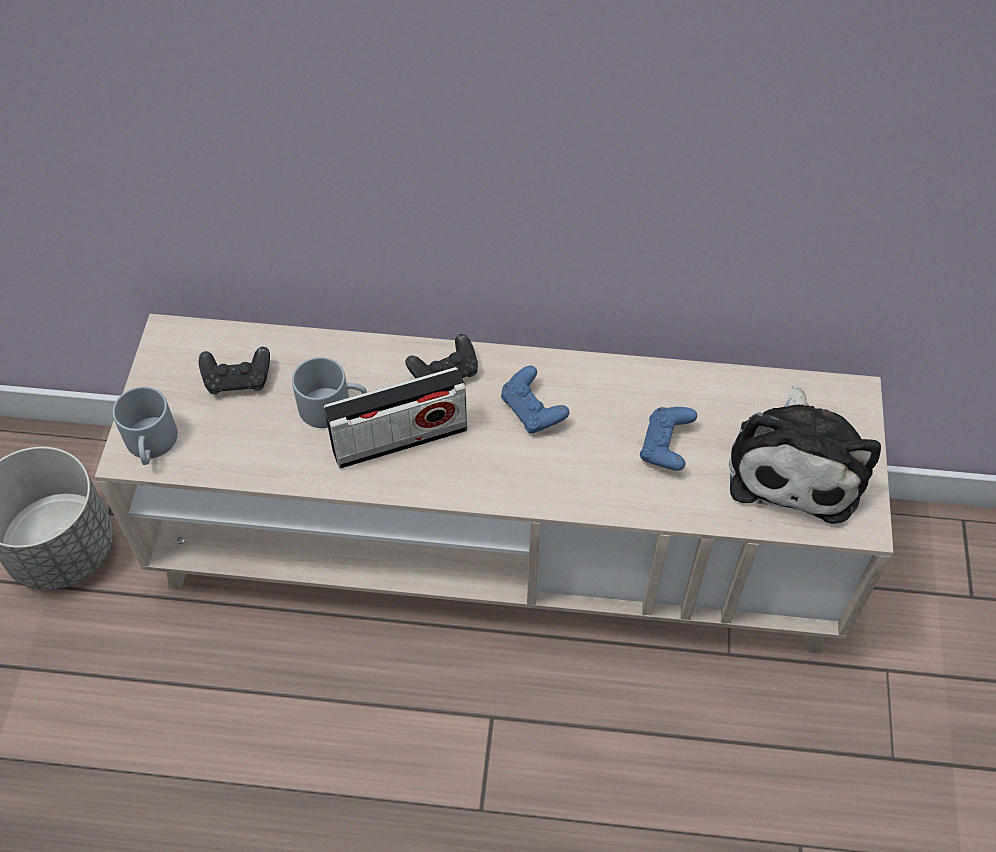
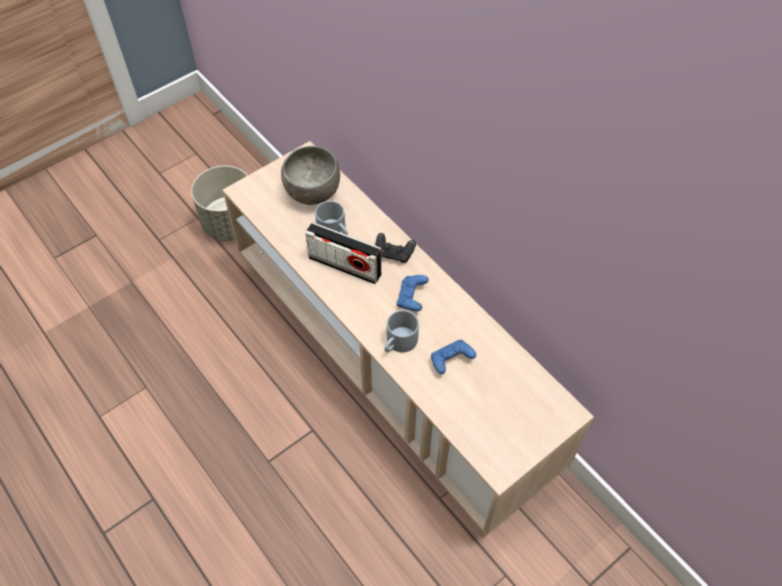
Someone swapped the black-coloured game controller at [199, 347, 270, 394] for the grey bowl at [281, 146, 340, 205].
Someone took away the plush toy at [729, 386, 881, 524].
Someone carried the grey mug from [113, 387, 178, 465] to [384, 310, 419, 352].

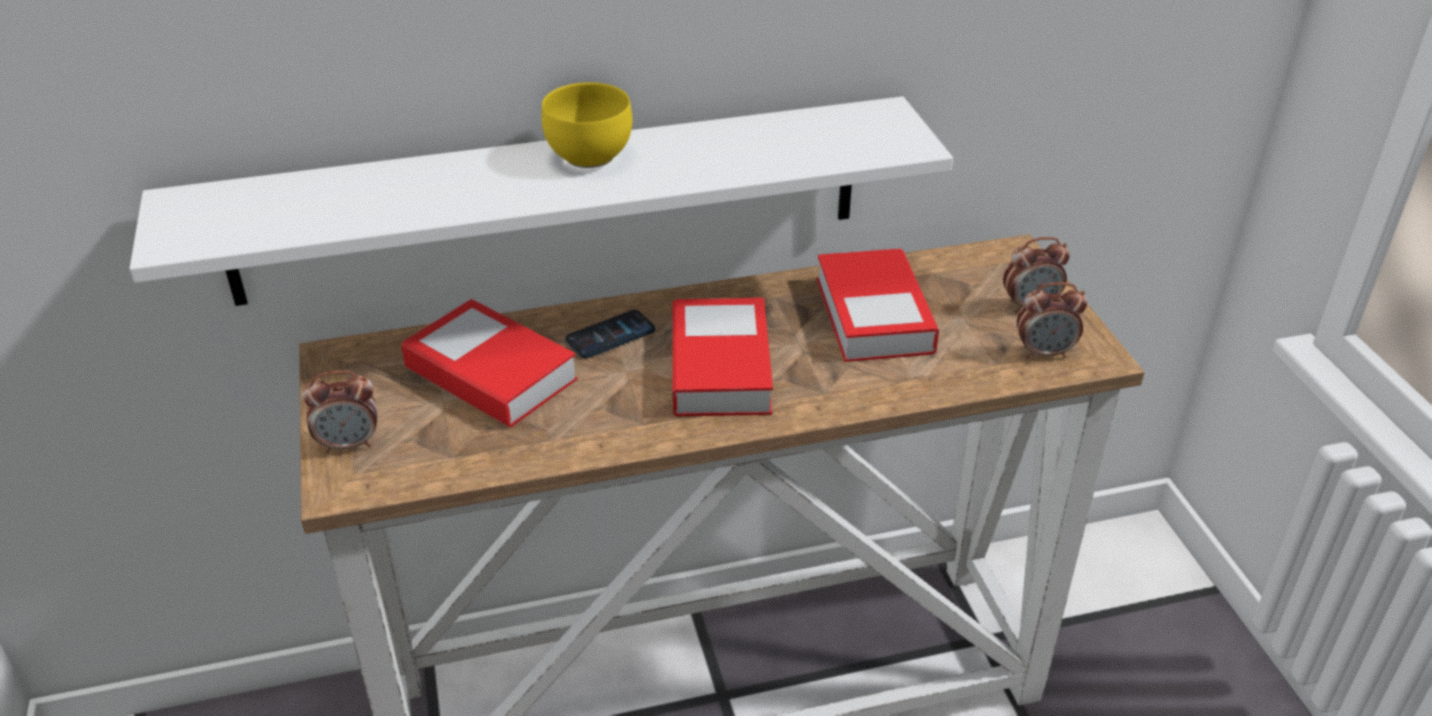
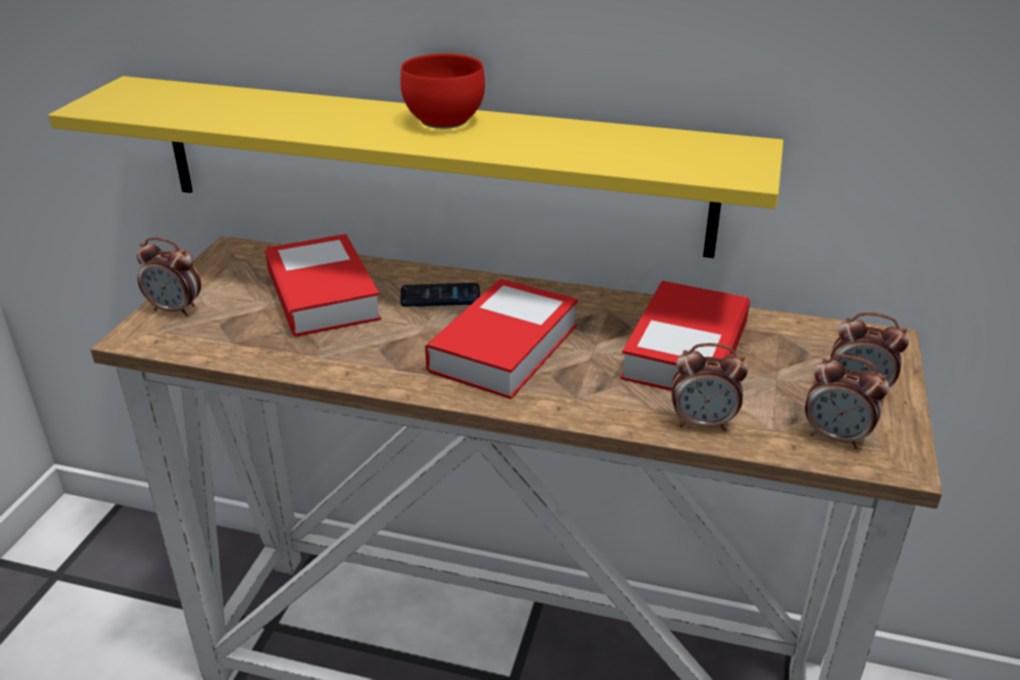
Someone repainted the yellow bowl at [542, 82, 632, 168], which became the reddish bowl at [400, 53, 485, 129].
Someone repainted the whitish shelf at [130, 96, 953, 306], which became the yellow shelf at [48, 76, 784, 258].
Someone put down the alarm clock at [671, 343, 748, 431].

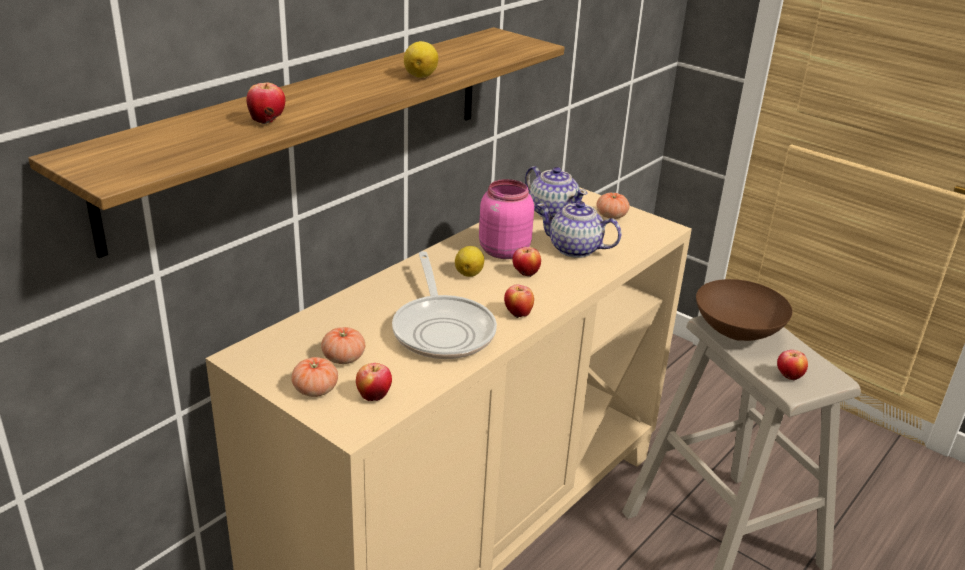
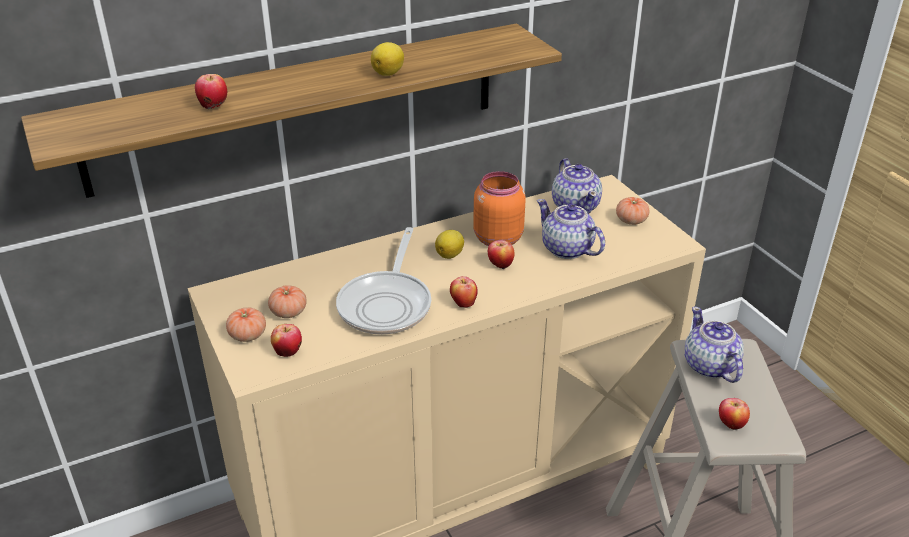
Someone repainted the pinkish jar at [479, 179, 534, 259], which became the orangey jar at [473, 171, 525, 246].
Someone swapped the brown-coloured bowl at [696, 279, 792, 341] for the pot for tea at [685, 307, 744, 383].

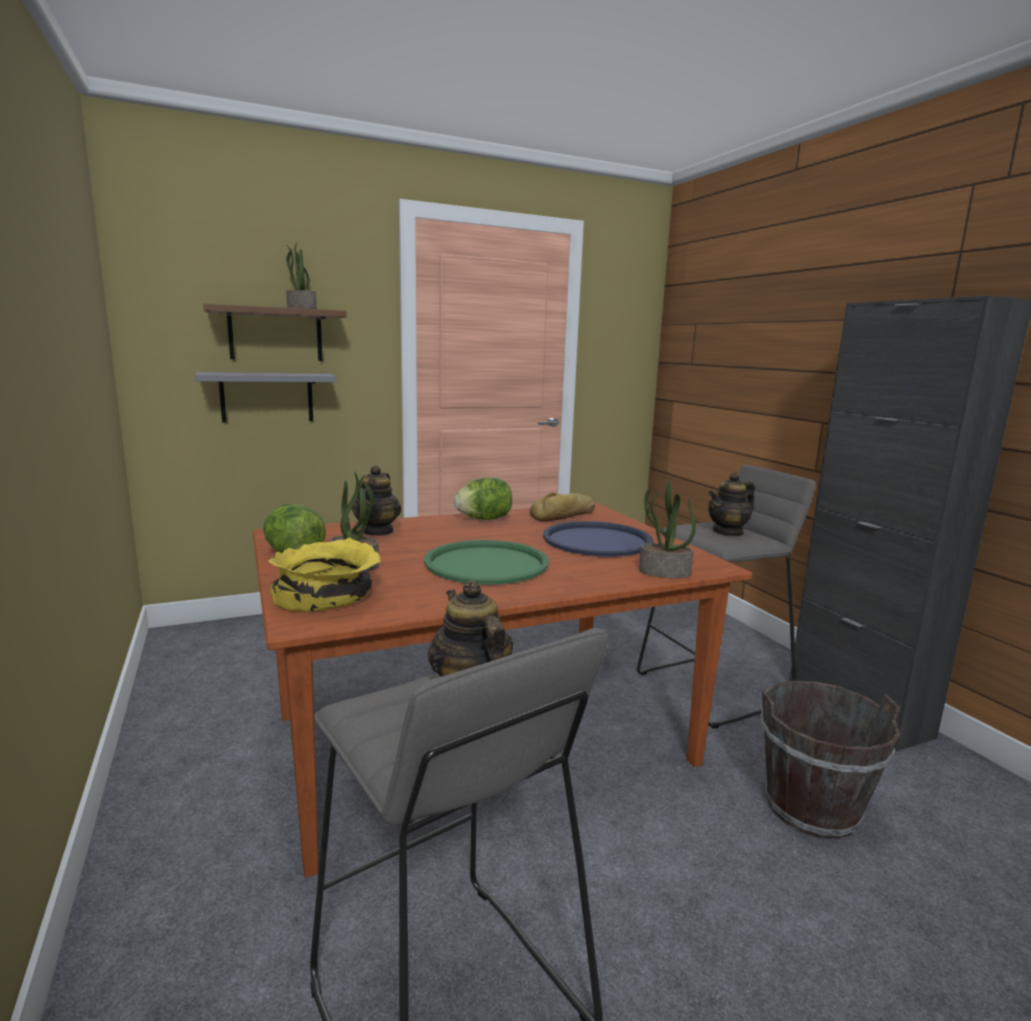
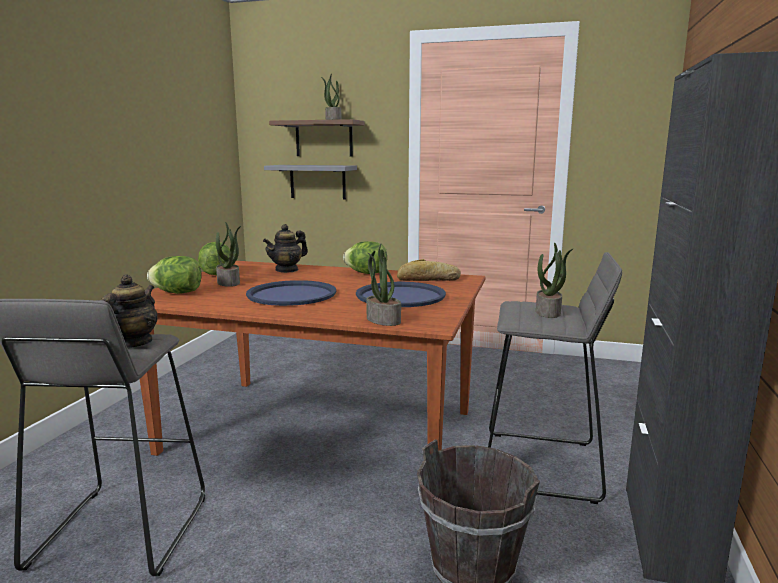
Someone swapped the pot for tea at [708, 472, 755, 537] for the potted plant at [536, 243, 574, 318].
Someone swapped the yellow bowl at [268, 537, 381, 612] for the lettuce head at [147, 256, 201, 294].
Someone repainted the greenish serving tray at [424, 540, 549, 585], which became the bluish serving tray at [246, 280, 336, 306].

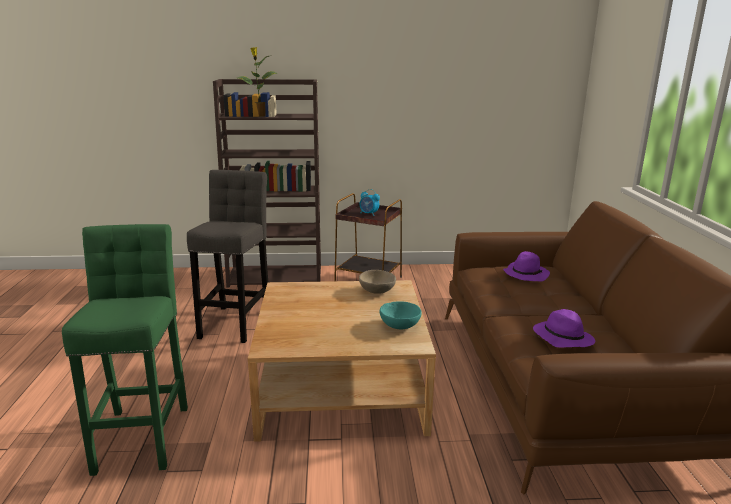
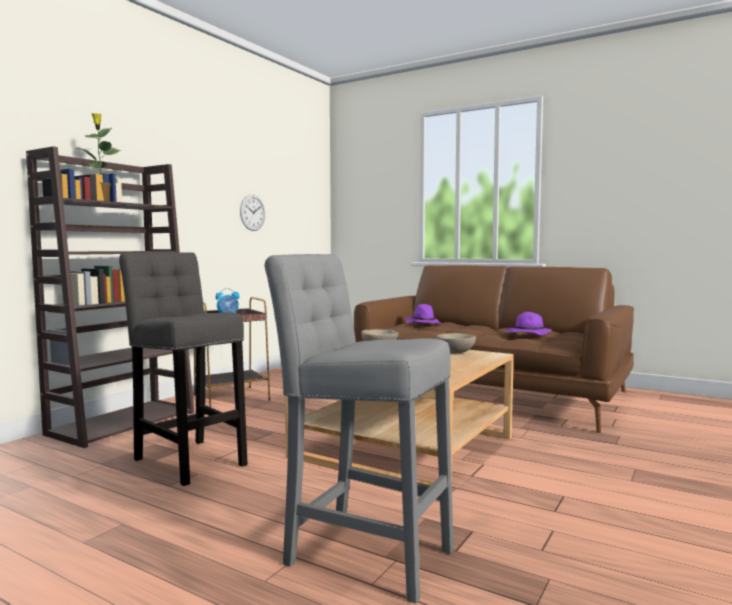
Someone repainted the greenish stool seat at [62, 224, 188, 476], which became the grey stool seat at [265, 254, 453, 603].
Someone repainted the turquoise-coloured bowl at [380, 301, 422, 329], which became the beige bowl at [436, 333, 476, 353].
Someone put up the wall clock at [240, 195, 265, 231].

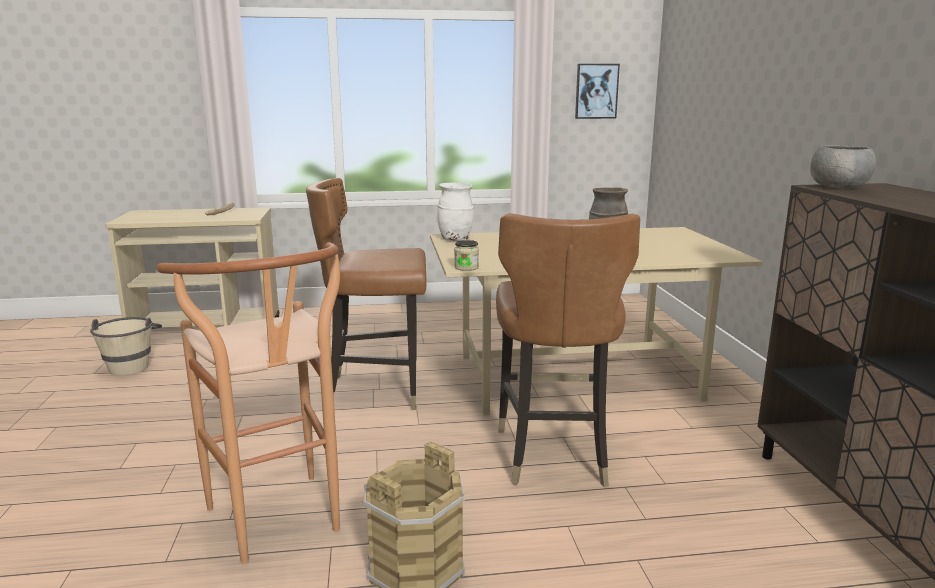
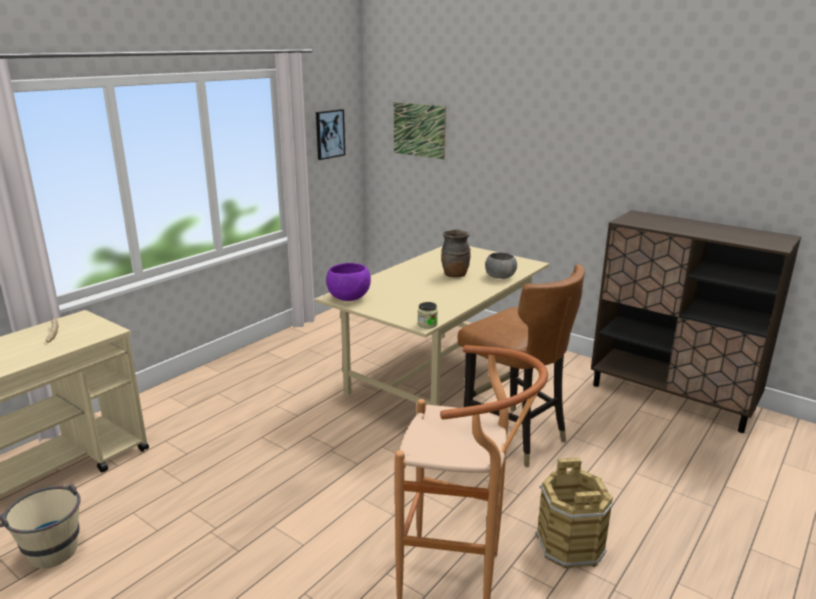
Someone carried the grey bowl from [810, 145, 876, 189] to [485, 252, 517, 279].
Someone took away the brown-coloured plain chair at [306, 178, 426, 410].
Someone swapped the whitish vase at [437, 183, 474, 240] for the purple bowl at [326, 263, 371, 301].
Someone put up the wall art at [394, 102, 446, 159].

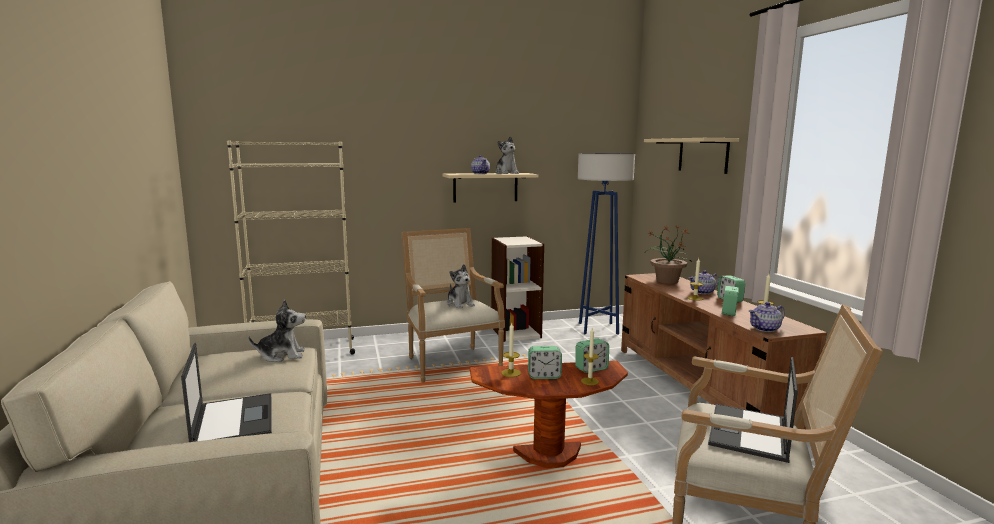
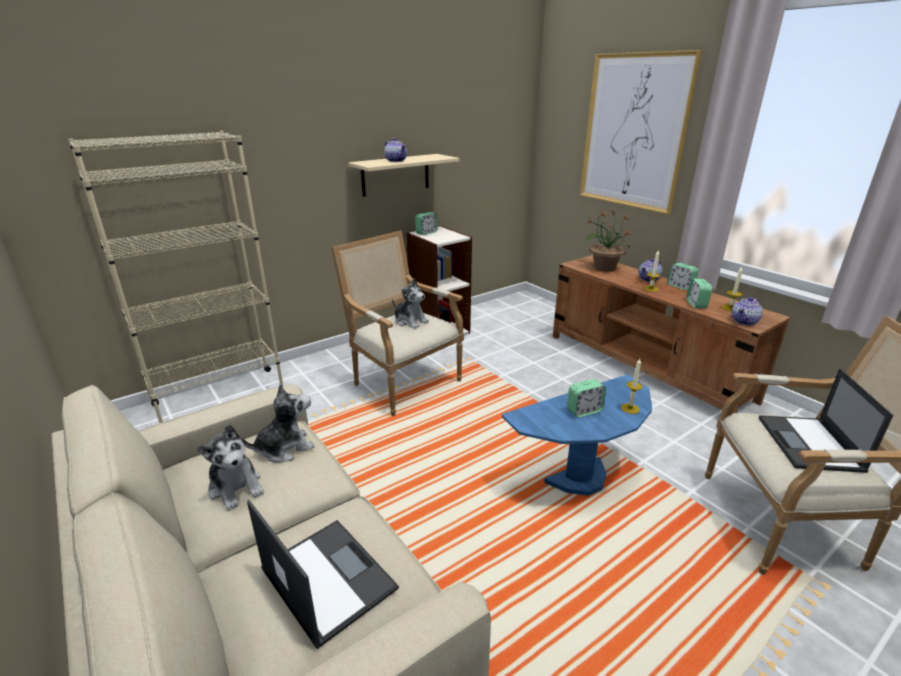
Someone carried the plush toy from [495, 136, 519, 174] to [197, 424, 264, 511].
Someone swapped the beige shelf at [644, 138, 739, 174] for the wall art at [580, 50, 702, 214].
Someone took away the bluish floor lamp at [578, 153, 635, 335].
Someone took away the wax candle at [501, 323, 521, 377].
Someone carried the alarm clock from [575, 338, 609, 373] to [415, 212, 437, 235].
Someone repainted the brown-coloured side table at [470, 361, 628, 468], which became the bluish side table at [502, 374, 652, 496].

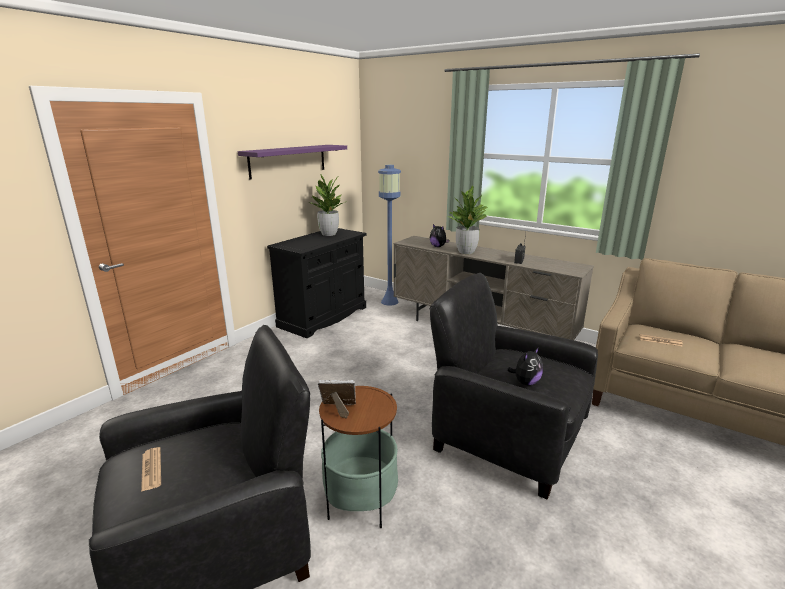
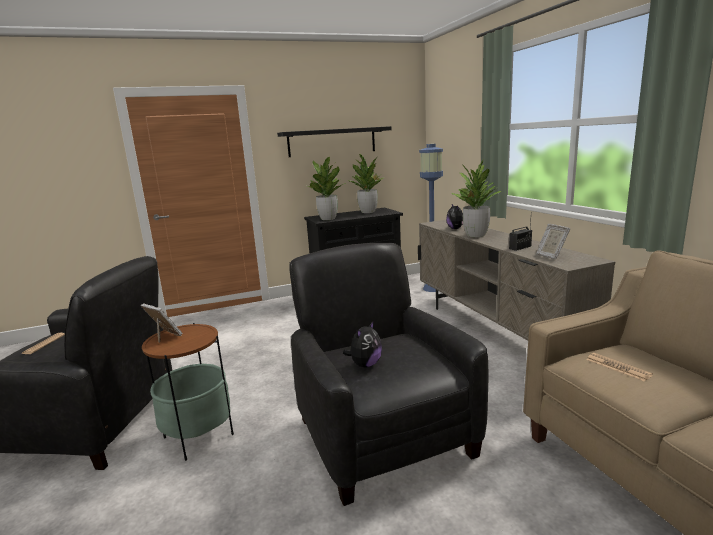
Someone repainted the purple shelf at [238, 145, 347, 179], which became the black-coloured shelf at [277, 126, 392, 157].
Someone rotated the plush toy at [507, 347, 543, 385] by 45 degrees counterclockwise.
Someone put down the potted plant at [307, 157, 343, 220].
Someone put down the picture frame at [536, 224, 571, 259].

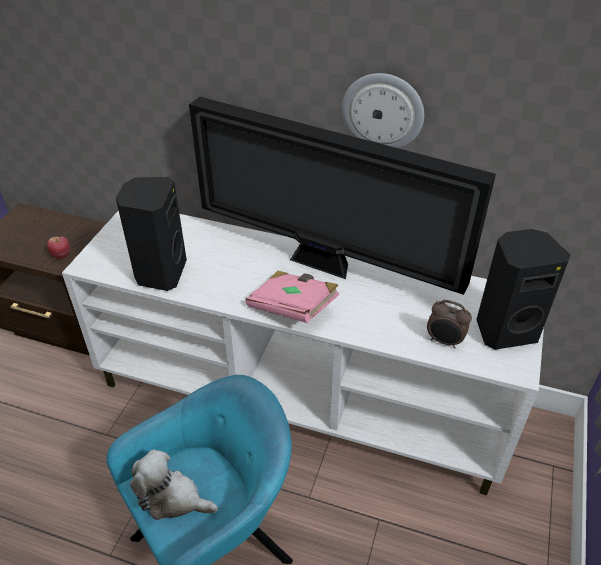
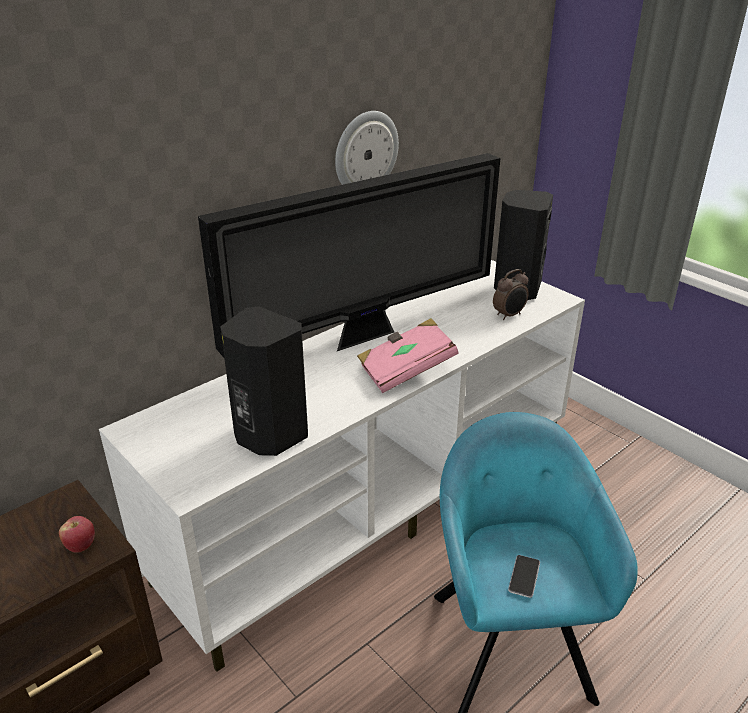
Someone swapped the plush toy at [130, 449, 218, 520] for the telephone at [508, 555, 540, 598].

